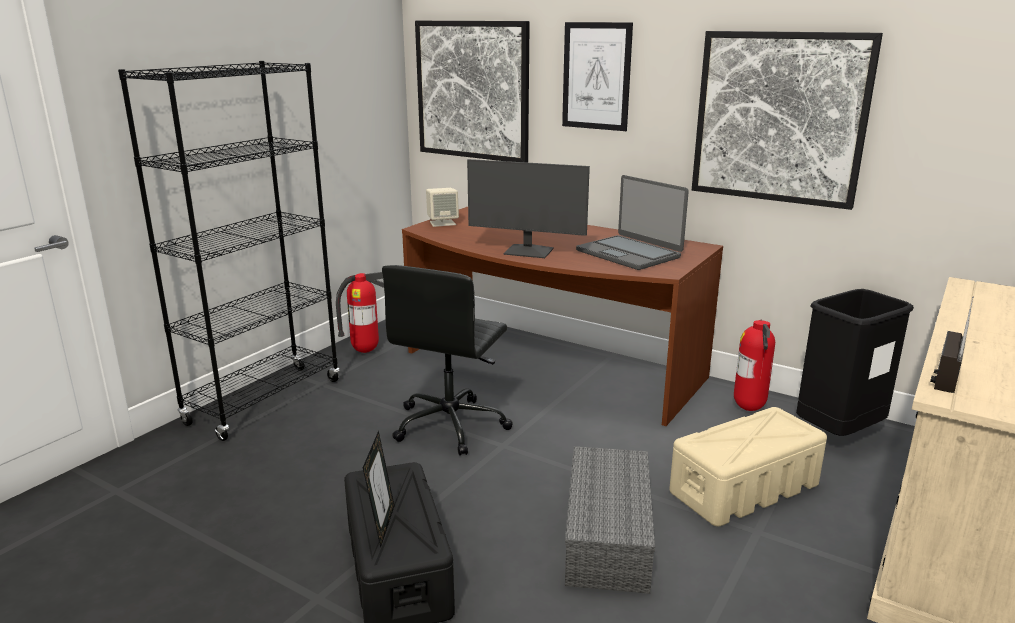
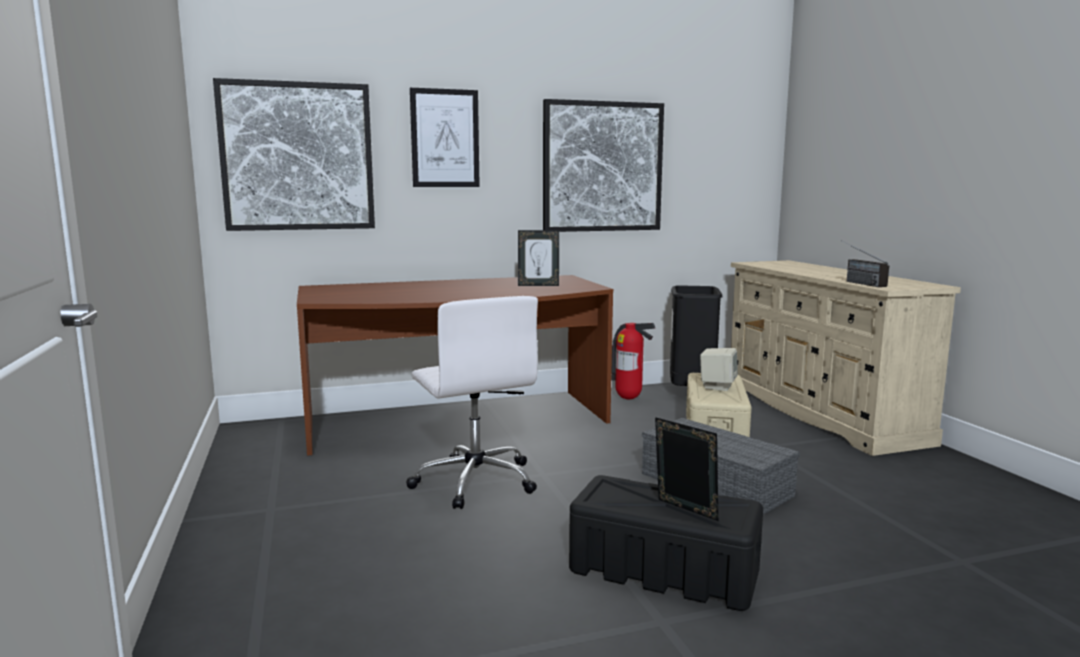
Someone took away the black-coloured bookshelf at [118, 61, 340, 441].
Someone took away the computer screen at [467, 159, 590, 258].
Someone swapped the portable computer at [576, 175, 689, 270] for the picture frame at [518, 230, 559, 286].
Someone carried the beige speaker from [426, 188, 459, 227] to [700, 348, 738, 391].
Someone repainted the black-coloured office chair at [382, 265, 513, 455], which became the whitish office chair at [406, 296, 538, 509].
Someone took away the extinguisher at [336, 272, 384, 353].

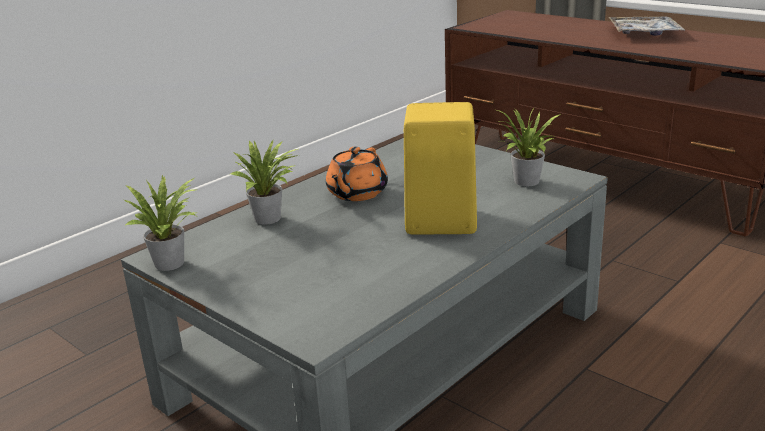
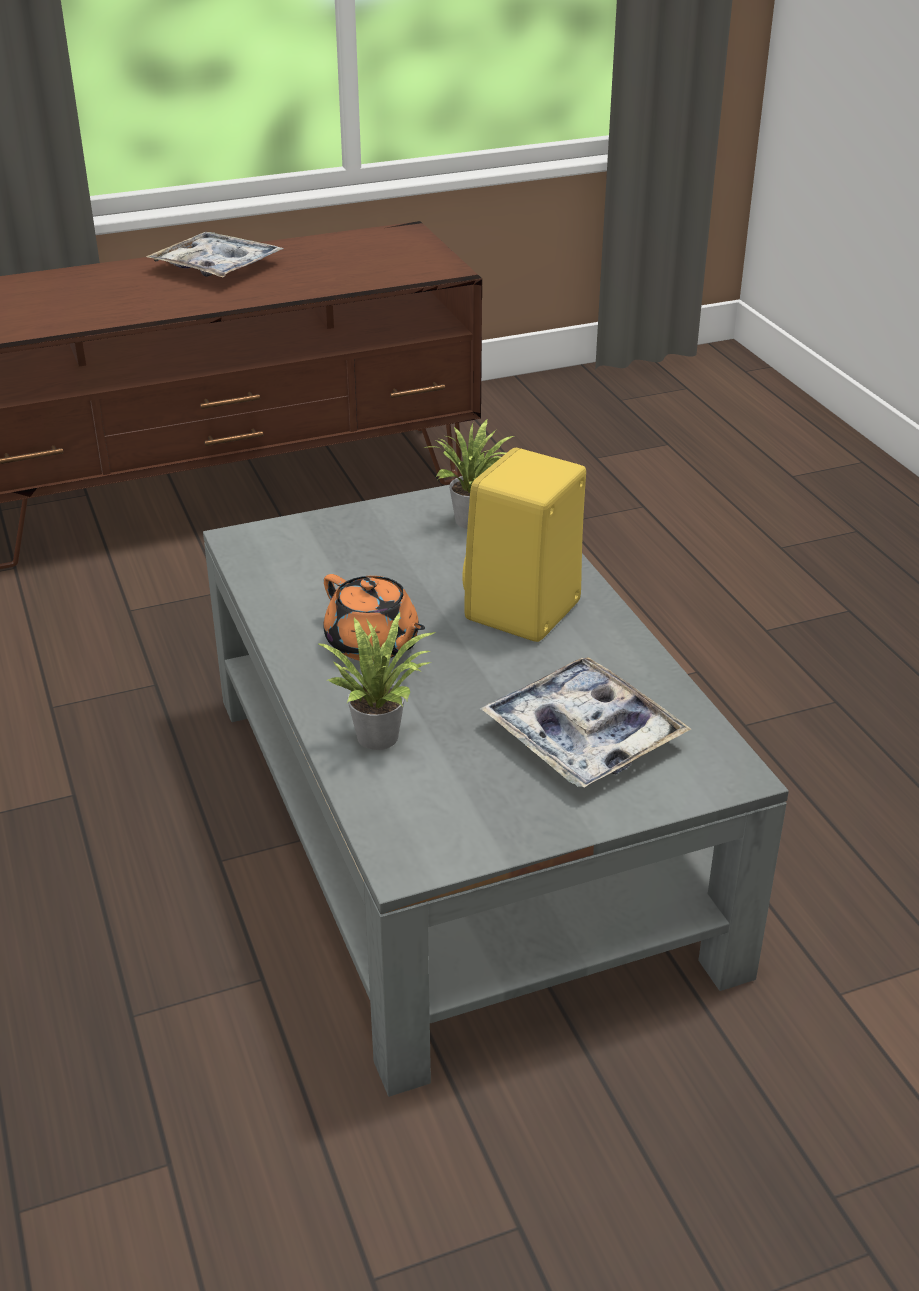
Someone took away the potted plant at [124, 175, 196, 271].
Someone put down the serving tray at [480, 657, 691, 788].

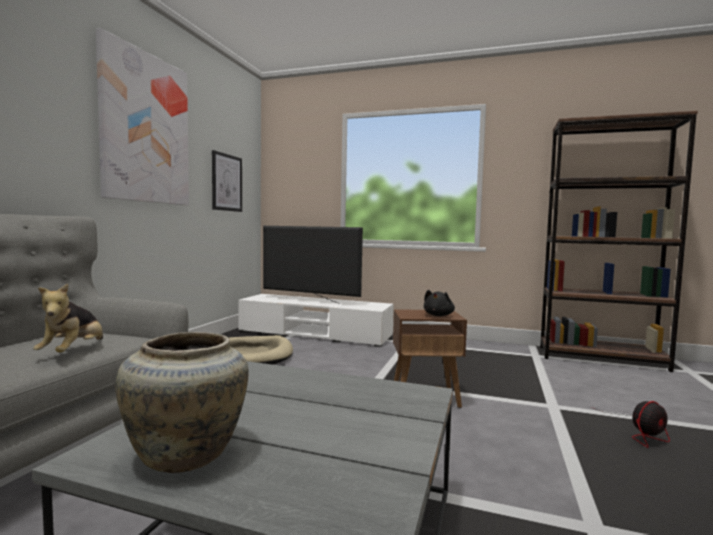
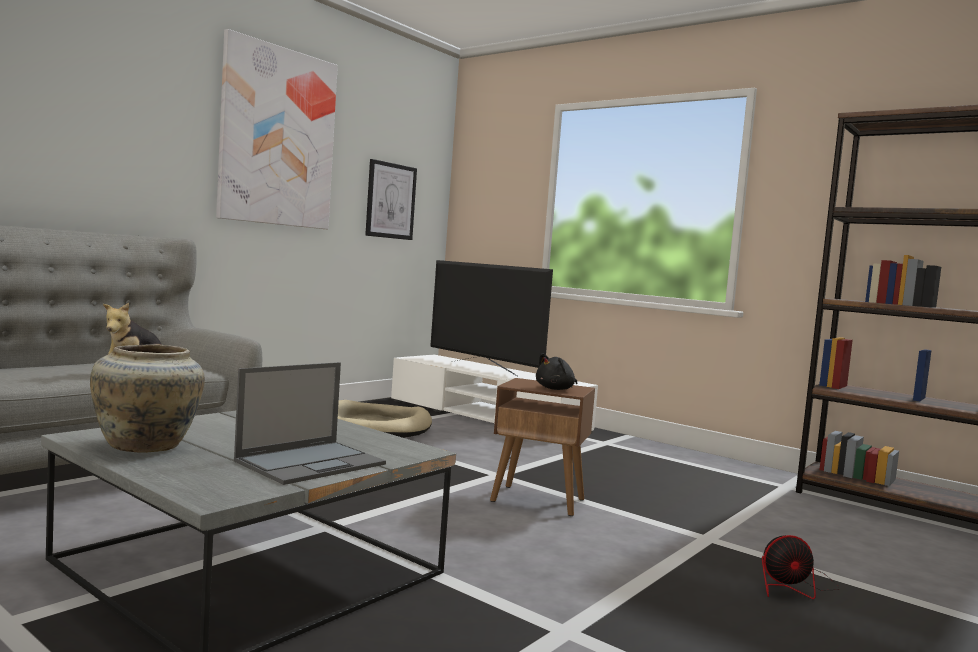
Someone put down the portable computer at [234, 362, 386, 485].

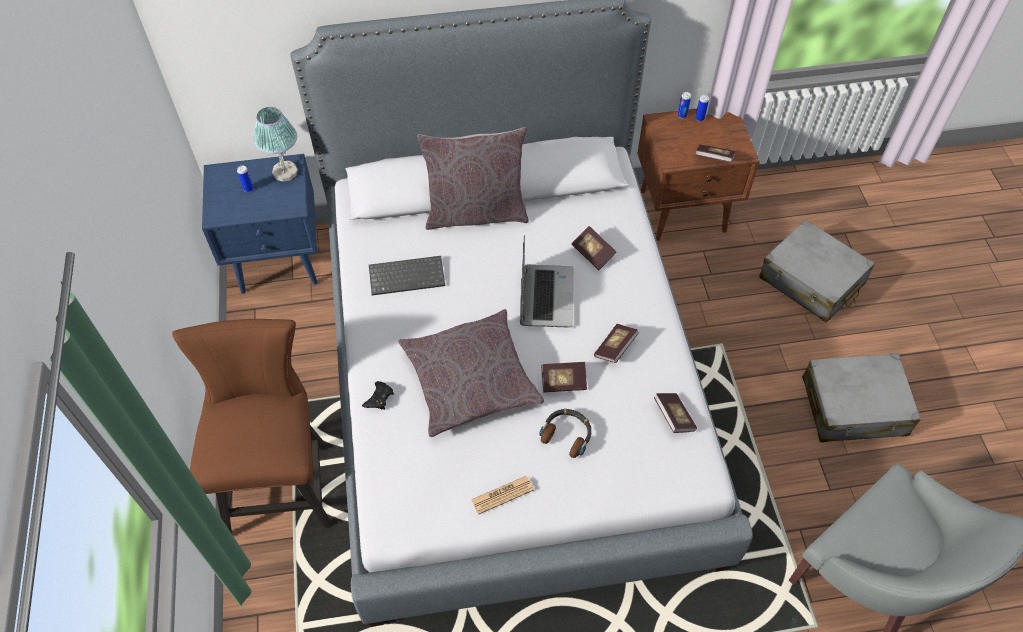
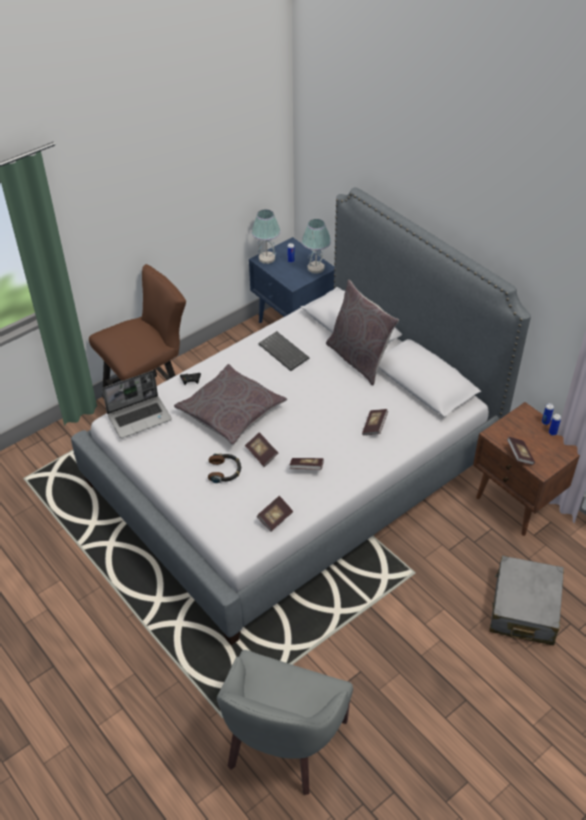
Someone carried the portable computer from [520, 235, 574, 328] to [102, 370, 172, 438].
Someone took away the grey travel case at [802, 353, 921, 442].
Someone took away the newspaper at [471, 476, 534, 514].
Someone put down the table lamp at [251, 209, 281, 264].

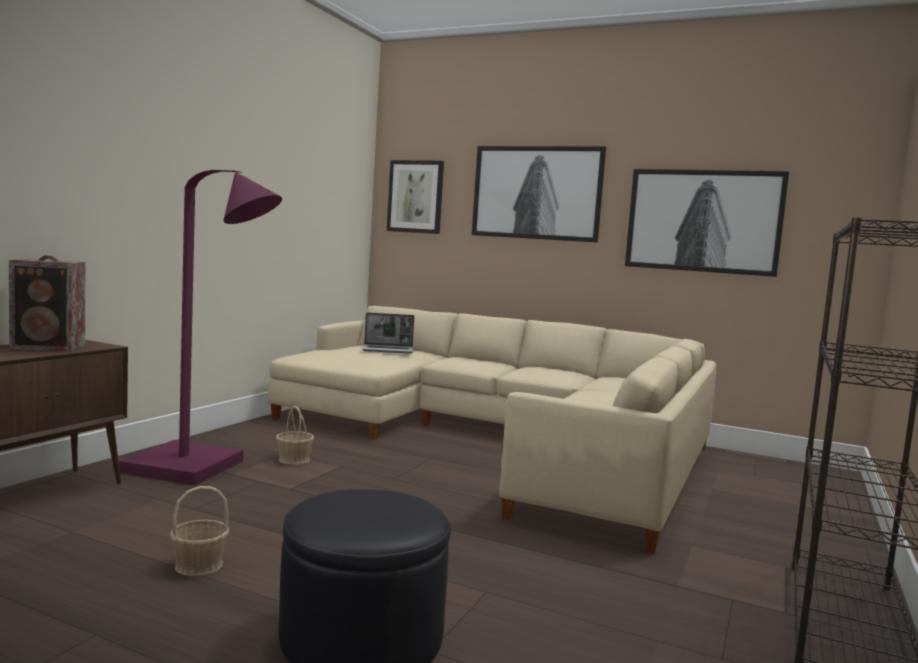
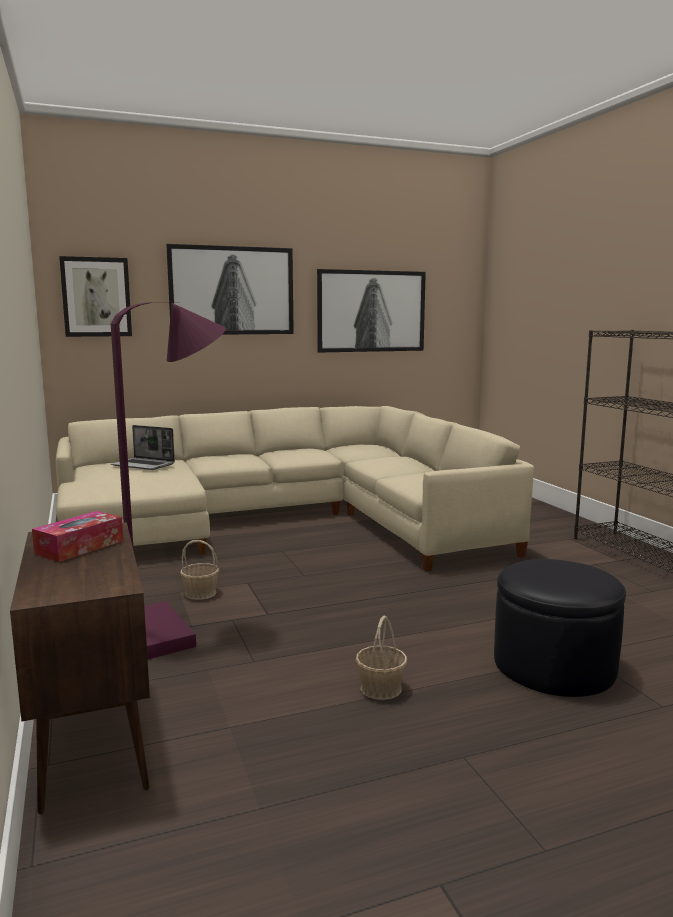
Someone swapped the speaker at [9, 255, 85, 351] for the tissue holder at [32, 511, 123, 562].
Someone rotated the portable computer at [363, 312, 414, 354] by 75 degrees clockwise.

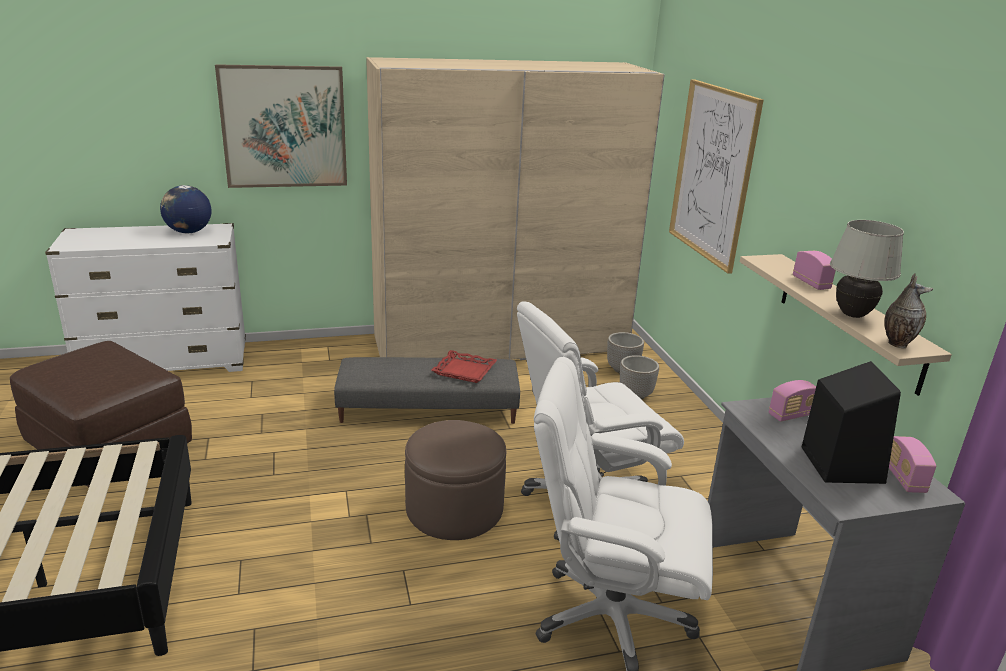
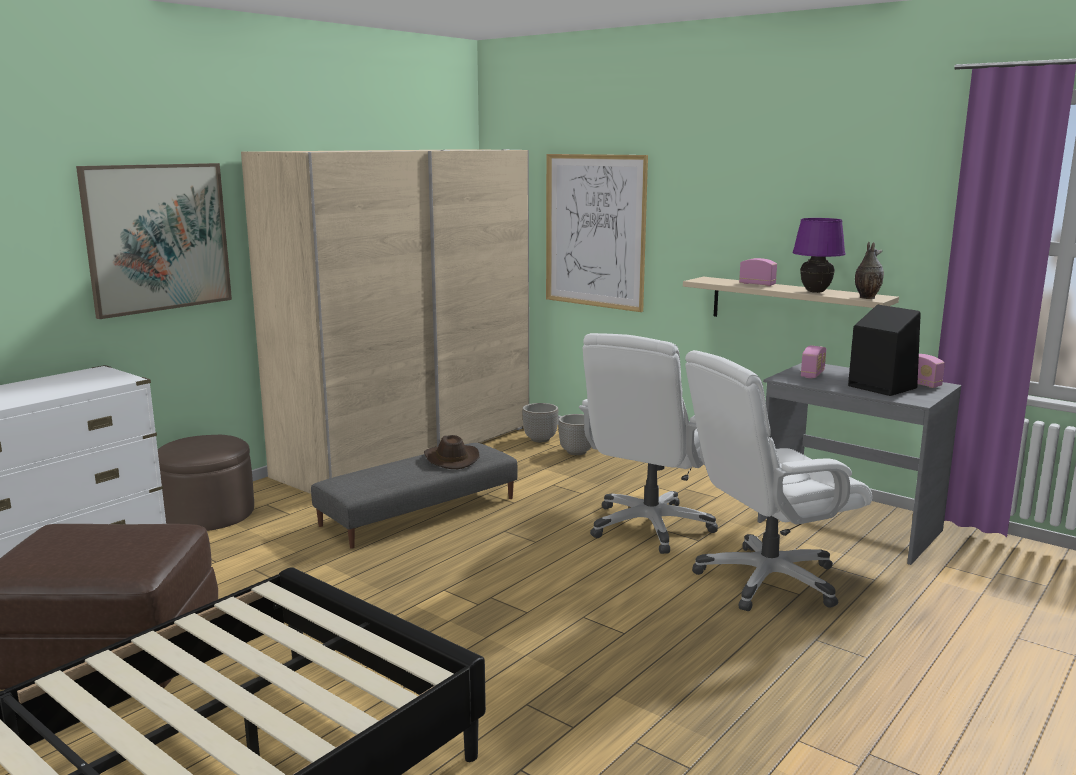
Someone took away the desk globe at [160, 185, 212, 233].
Someone repainted the whitish table lamp at [830, 220, 904, 318], which became the purple table lamp at [792, 218, 846, 293].
Someone swapped the reddish serving tray at [431, 350, 497, 383] for the brown-coloured wearable hat at [424, 435, 480, 469].
Someone carried the brown-coloured footrest from [405, 420, 506, 540] to [158, 435, 254, 531].

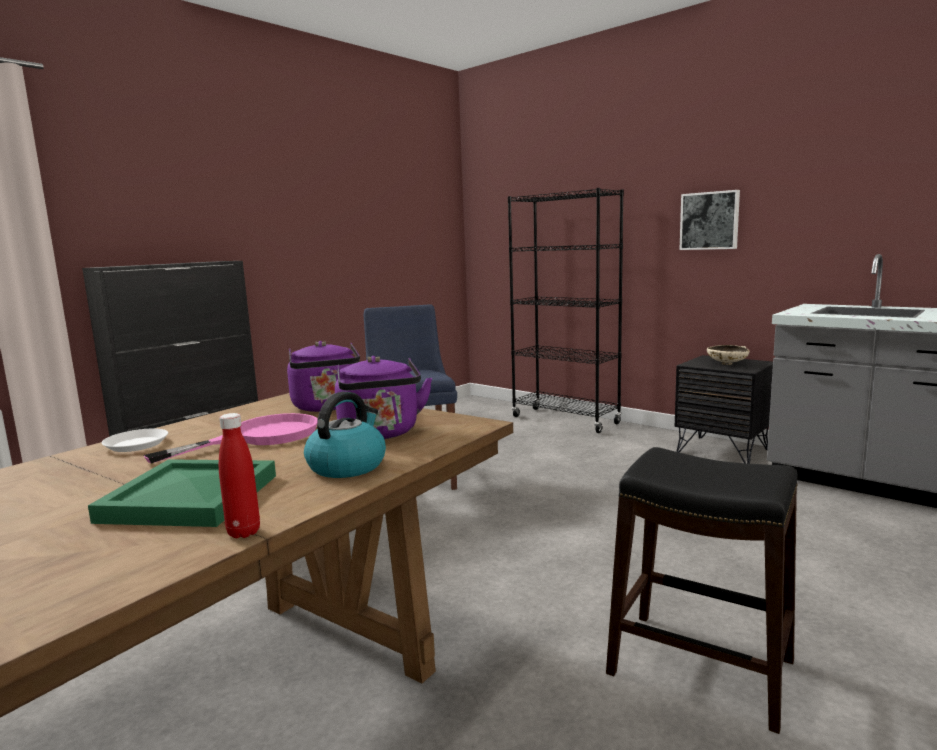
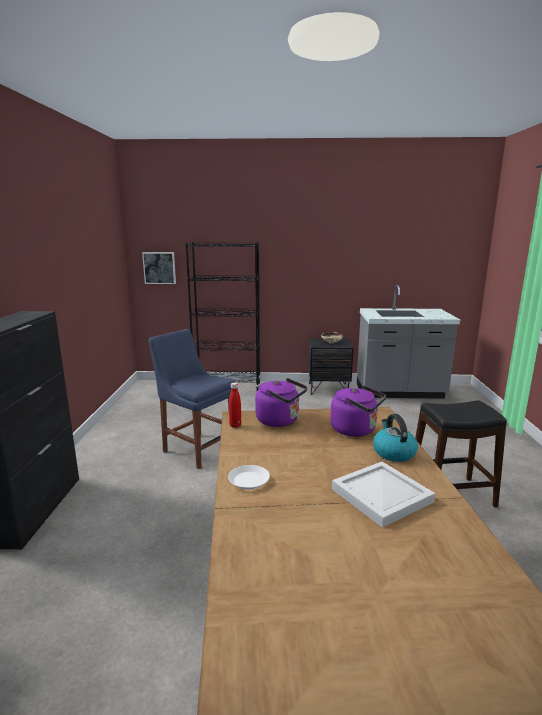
Someone carried the wall art from [679, 190, 740, 250] to [142, 252, 176, 284].
Someone took away the pinkish frying pan at [143, 413, 318, 464].
Someone carried the reddish bottle from [219, 413, 260, 538] to [229, 383, 241, 428].
Someone repainted the greenish serving tray at [88, 459, 276, 527], which became the whitish serving tray at [332, 462, 435, 527].

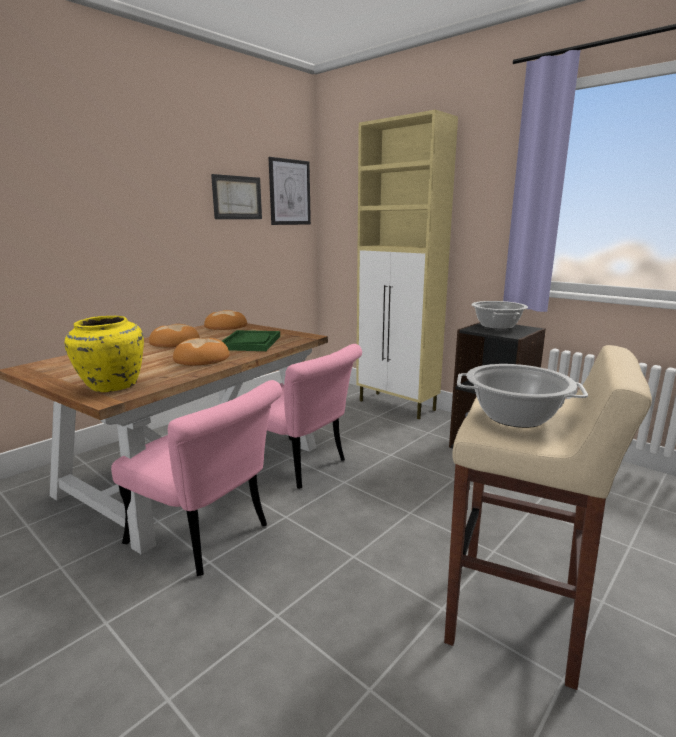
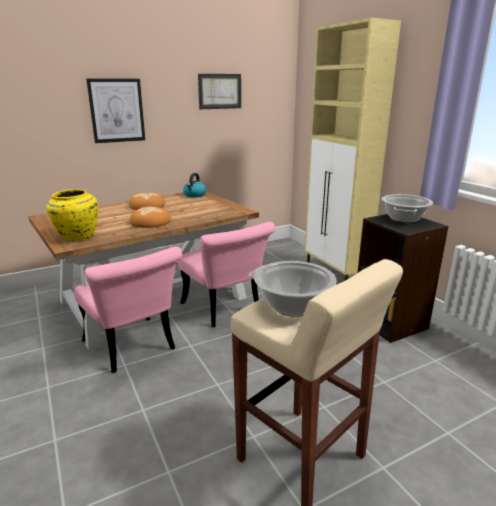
Someone carried the wall art from [268, 157, 311, 225] to [86, 78, 145, 143].
Someone swapped the baked bread at [204, 310, 247, 330] for the kettle at [183, 173, 207, 197].
Someone took away the greenish serving tray at [222, 330, 280, 351].

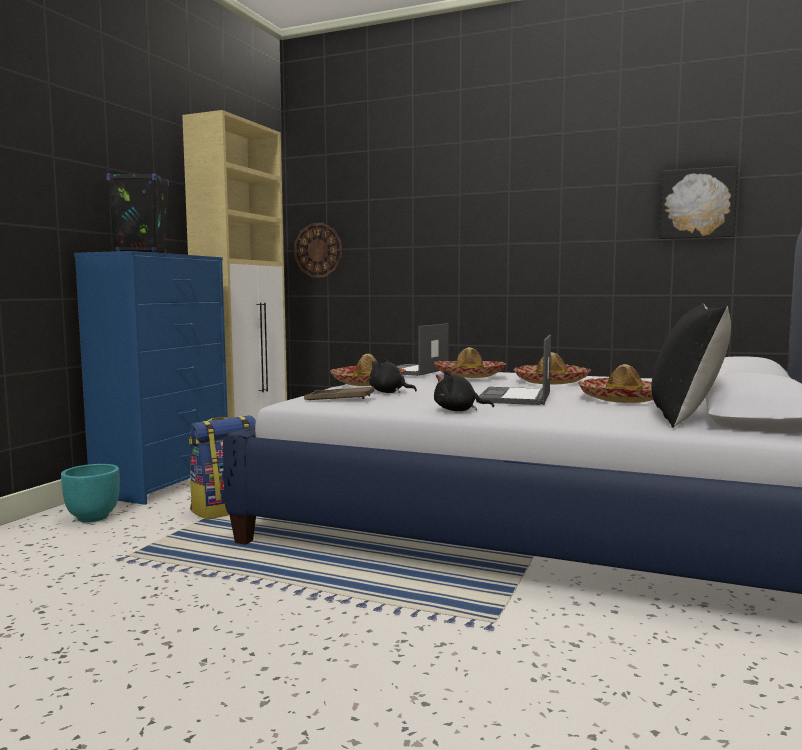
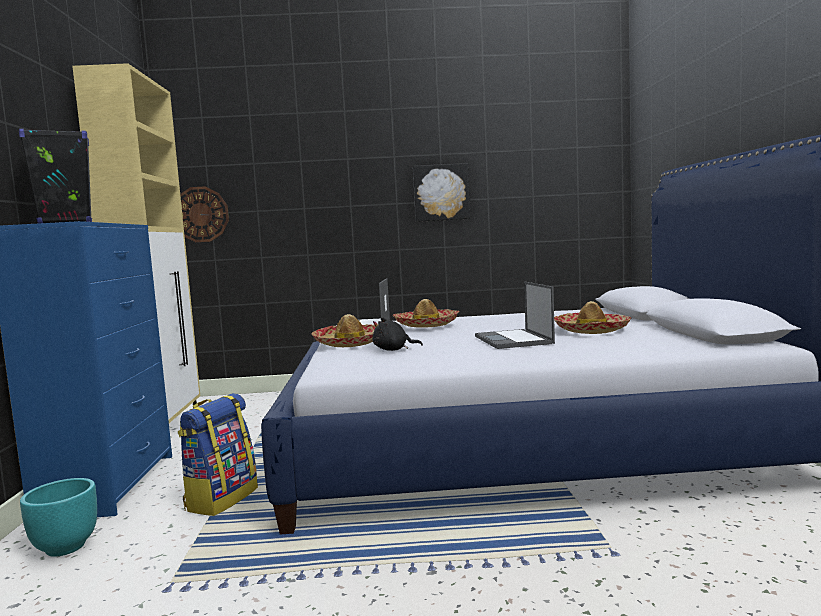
Someone carried the wall art from [660, 166, 737, 239] to [413, 163, 470, 222].
Someone took away the black-coloured throw pillow at [652, 303, 731, 428].
Someone took away the wearable hat at [513, 352, 591, 384].
Someone took away the black-coloured plush toy at [434, 371, 494, 411].
Someone took away the brown-coloured serving tray at [304, 387, 374, 400].

